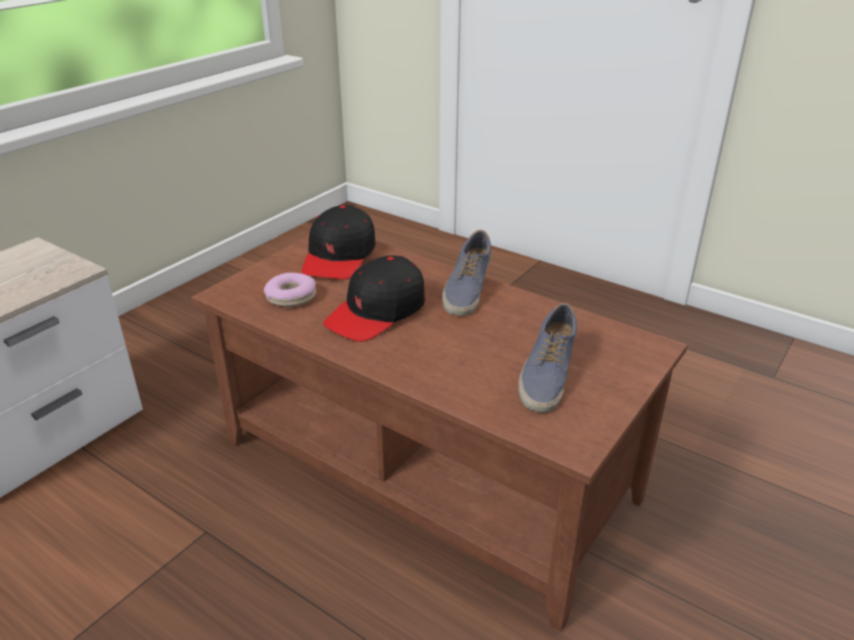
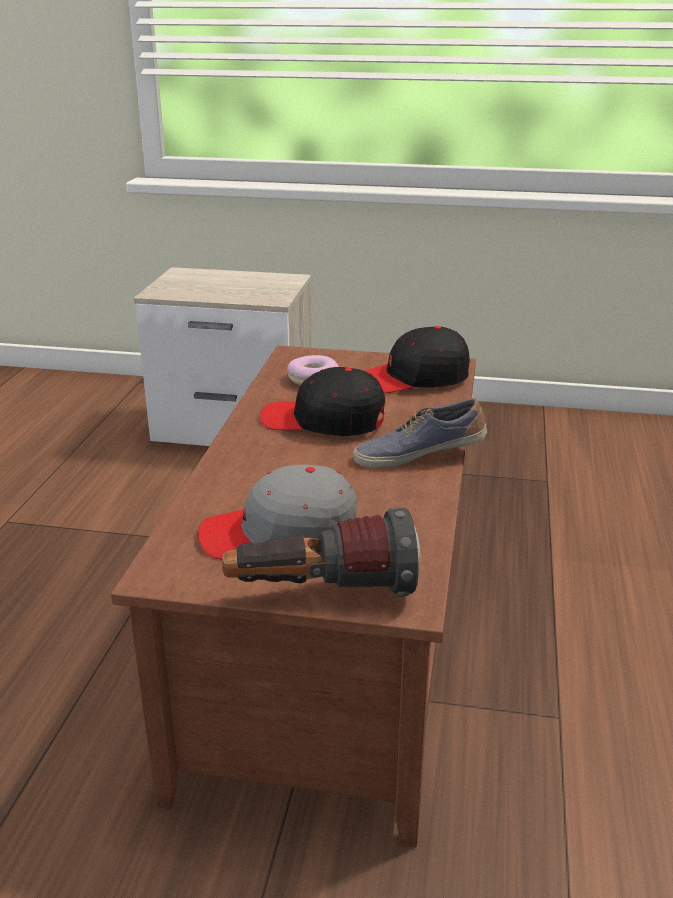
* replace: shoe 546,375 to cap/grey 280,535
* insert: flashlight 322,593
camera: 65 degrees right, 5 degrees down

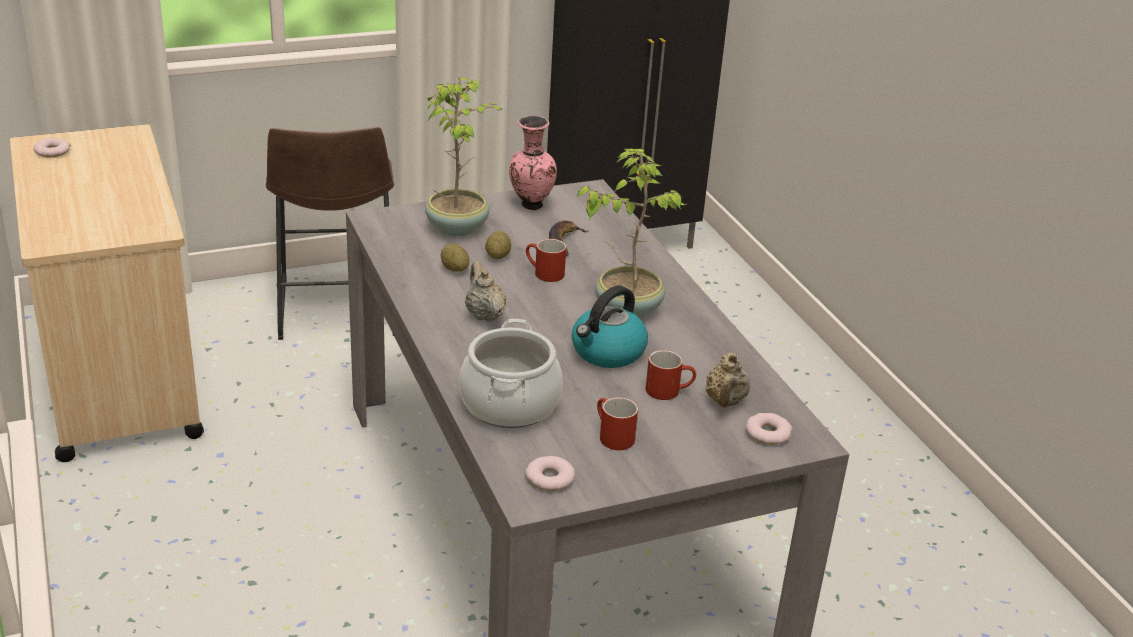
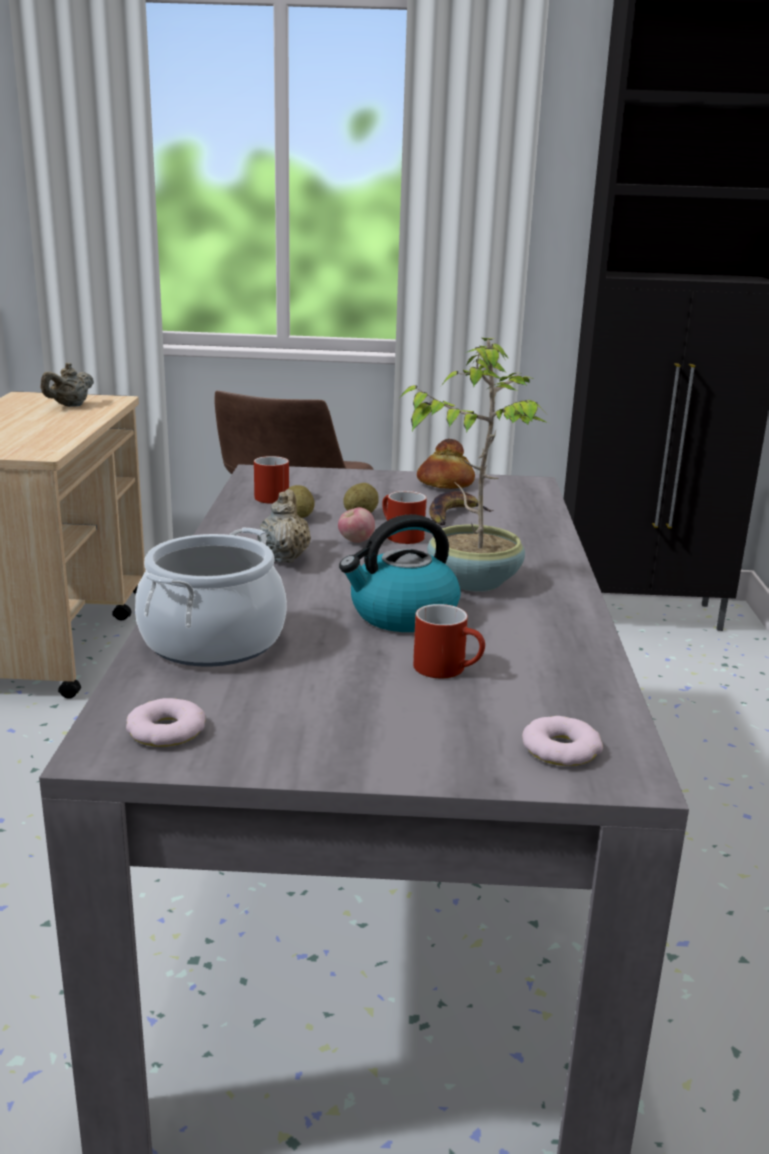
* delete: donut 52,151
* delete: potted plant 458,227
* replace: vase/pink 530,205 to bread 445,484
* move: mug/red 611,436 to 269,496
* move: teapot/beige 725,402 to 70,406
* insert: apple 355,541
camera: 25 degrees right, 10 degrees down

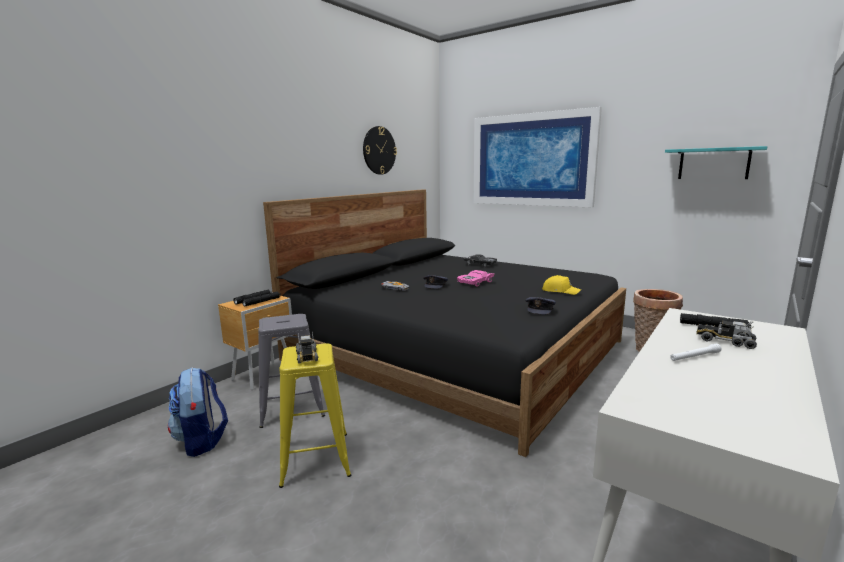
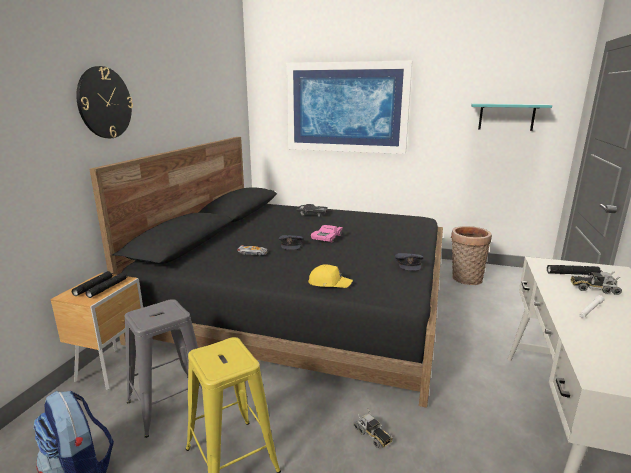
* move: toy truck 307,356 to 372,435
* move: wall clock 379,150 to 104,103
* move: cap/yellow 560,291 to 329,282
camera: 20 degrees left, 5 degrees up

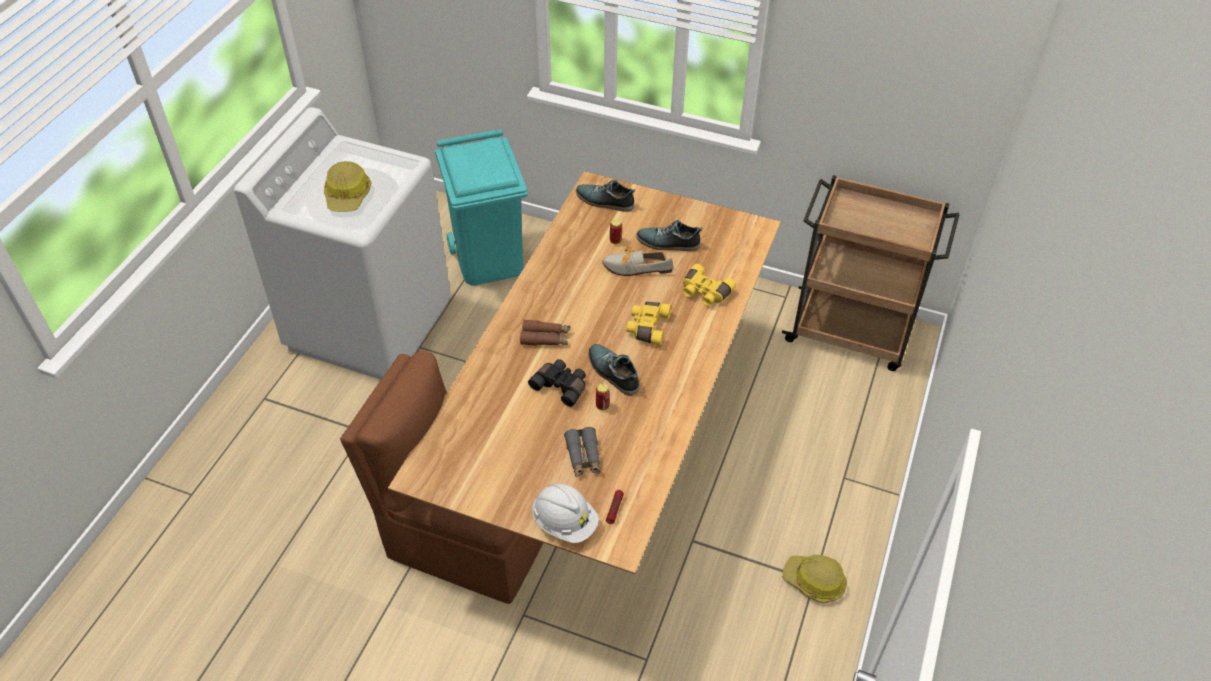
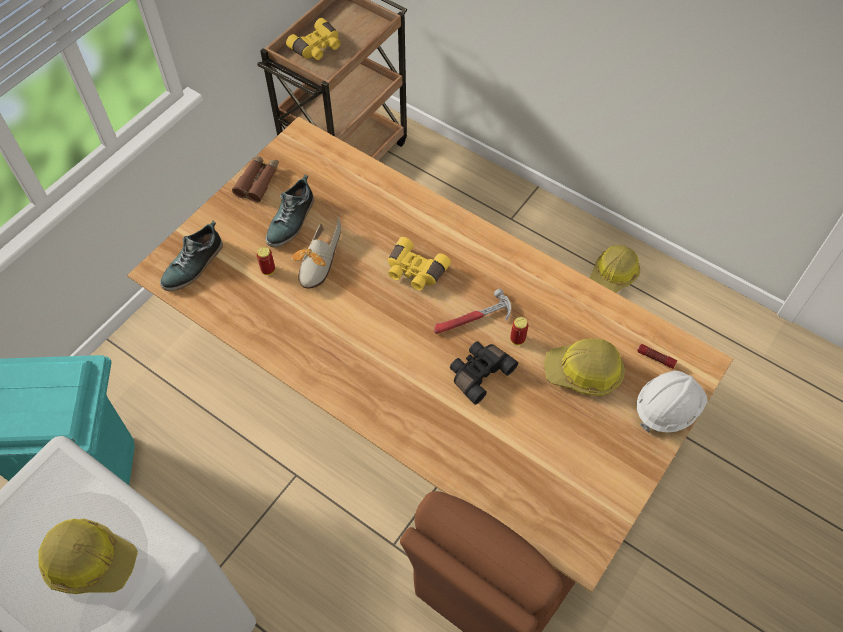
* move: binoculars/brown 545,338 to 258,181
* replace: binoculars/grey 583,457 to hard hat 584,372
* replace: shoe 612,372 to hammer 472,319
* move: binoculars/yellow 704,292 to 317,48
camera: 75 degrees left, 10 degrees up

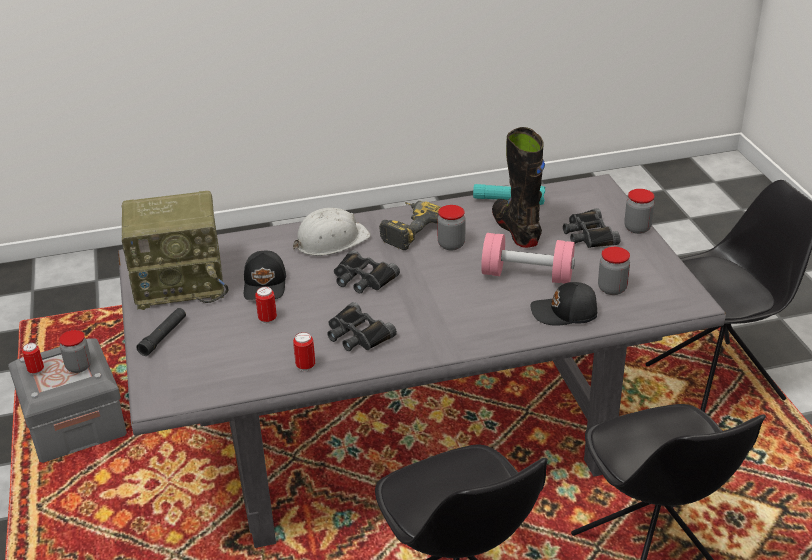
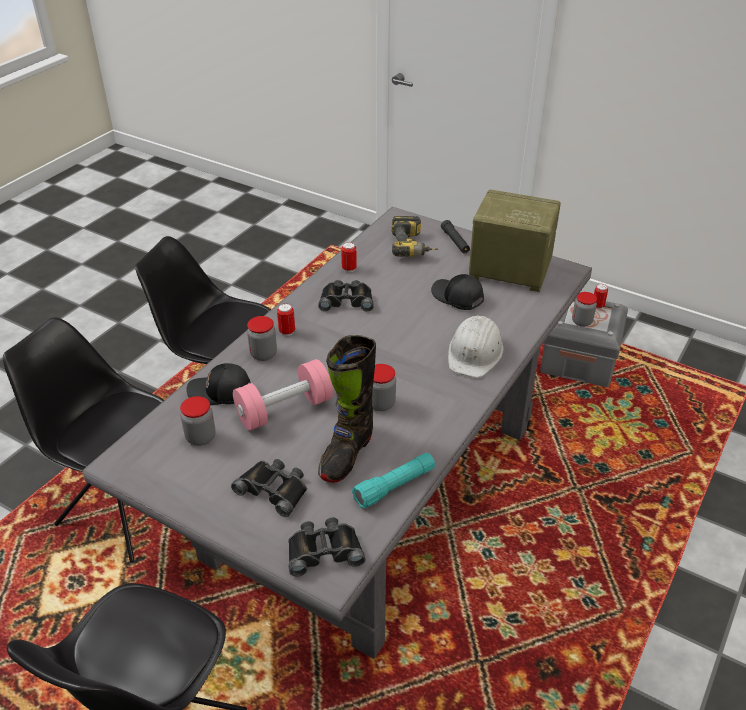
* rotate: radio 181,283 = 508,270 75 degrees clockwise
* move: can 267,319 to 287,332
* move: binoculars/black 363,278 to 324,550
* move: power drill 409,230 to 413,247
* rotate: boot/black 516,230 = 346,454 90 degrees clockwise
* rotate: cap/black 565,313 = 220,392 135 degrees counterclockwise
* move: jar 637,228 to 263,354
camera: 135 degrees right, 5 degrees up

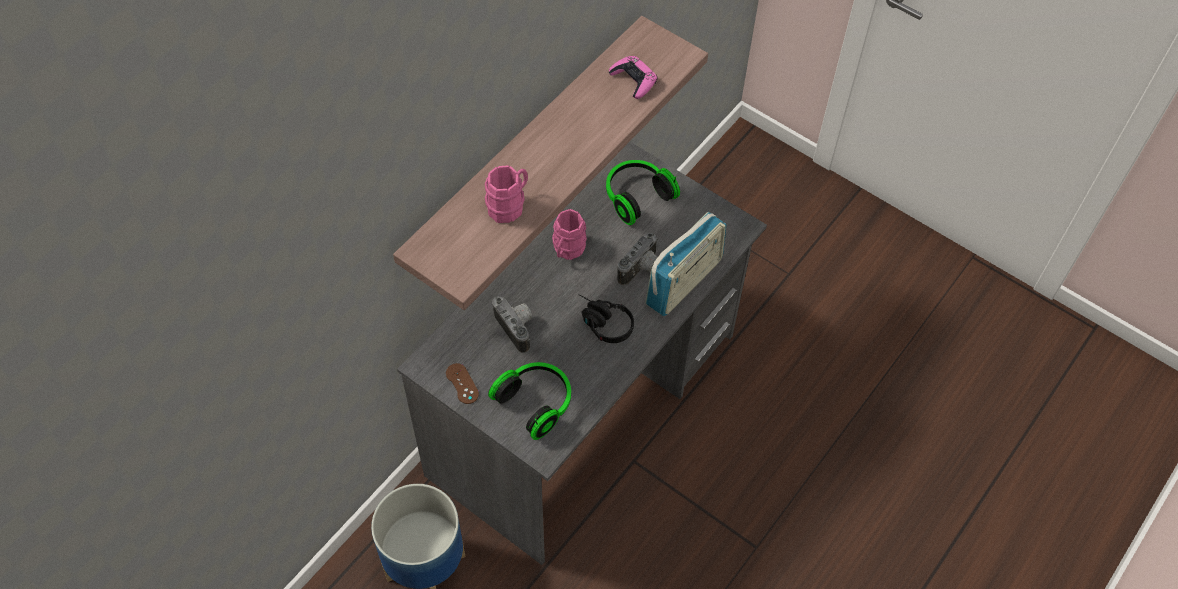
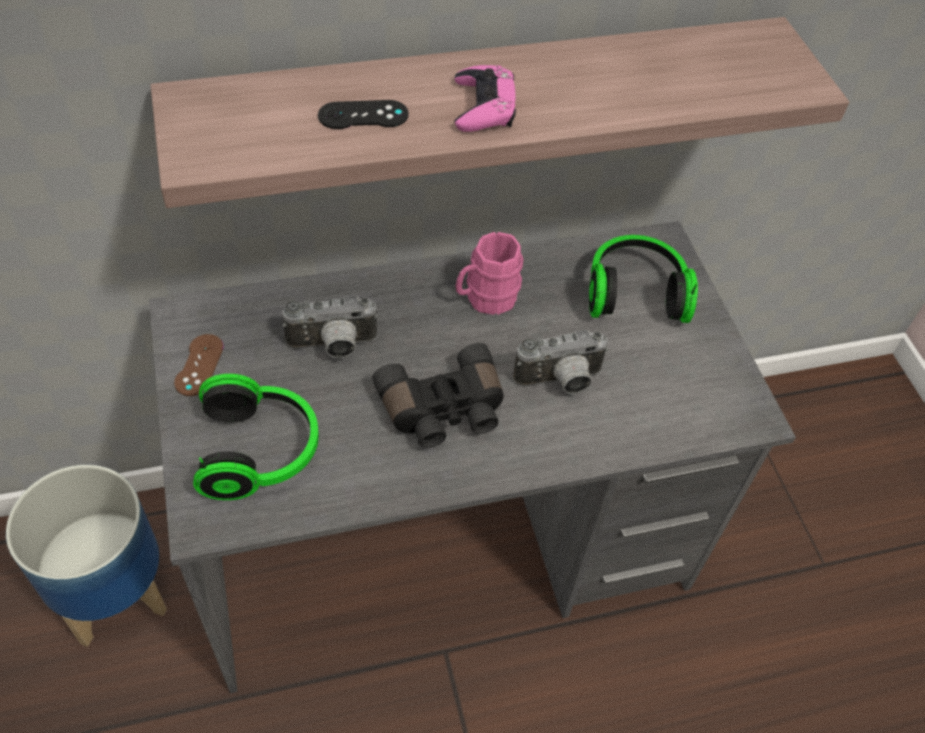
* replace: mug/pink 509,205 to game controller/black 363,115
* rotate: photo camera 518,328 = 333,347 75 degrees clockwise
* replace: headphones/black 601,323 to binoculars/black 444,410
* move: game controller/pink 633,80 to 483,107
* delete: radio 684,281
camera: 35 degrees right, 5 degrees down

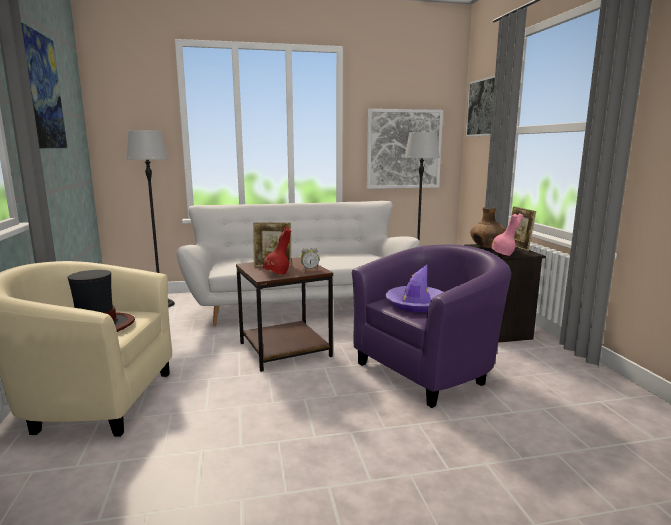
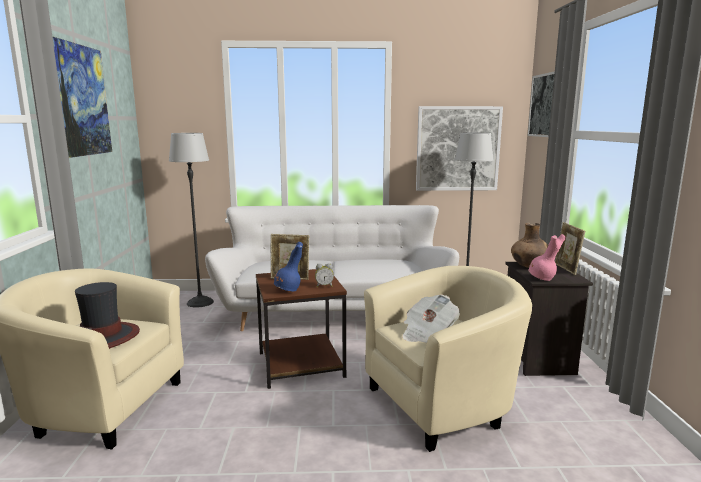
* recolor: vase/red 277,274 to vase/blue 288,290
* recolor: armchair/purple 429,370 to armchair/beige 443,403
* replace: hat/purple 416,304 to newspaper 427,333
camera: 10 degrees right, 0 degrees up

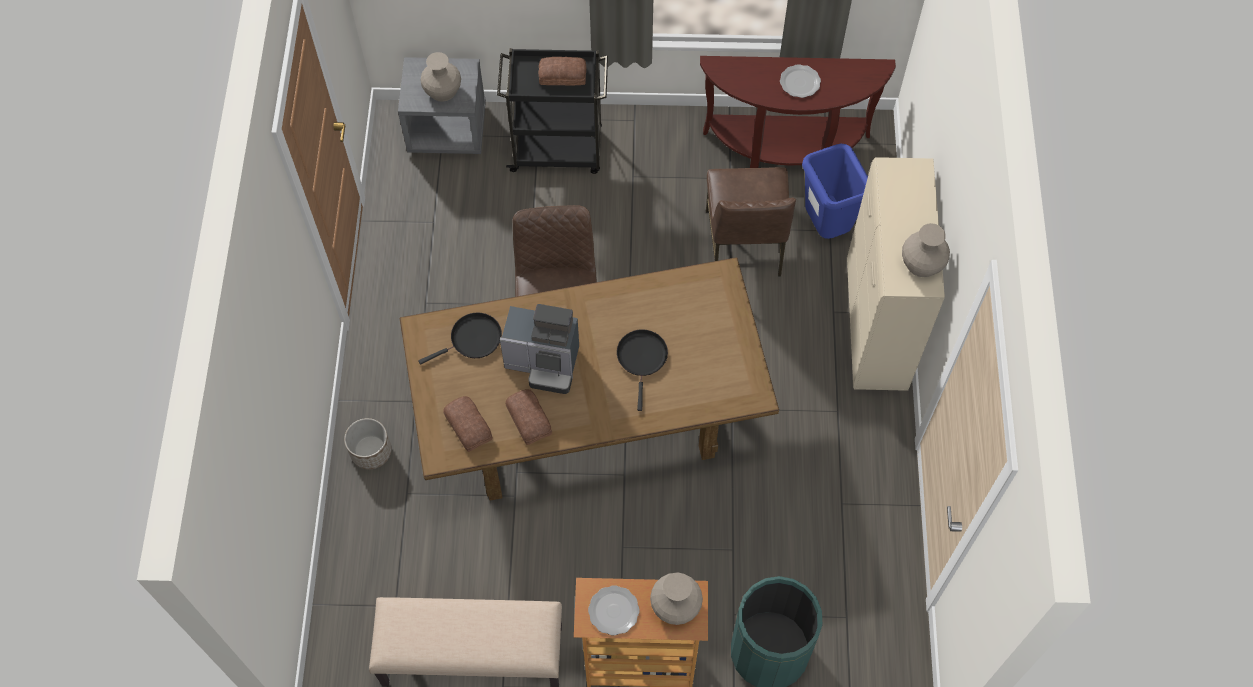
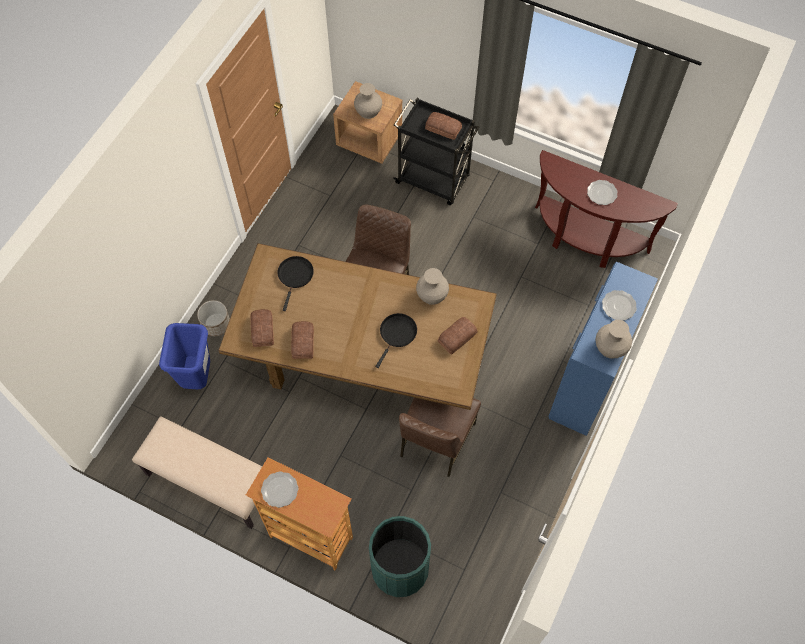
* recolor: nightstand/grey 447,129 to nightstand/brown 370,140
* rotate: frying pan/black 473,339 = 295,276 75 degrees counterclockwise
* delete: coffee machine 544,363
* move: vase/beige 675,605 to 432,294
* move: chair/brown 744,244 to 436,440
* move: trash can/blue 826,227 to 197,378
* recolor: cabinet/beige 876,327 to cabinet/blue 586,384
* insert: bread 456,337
* insert: plate 618,306
camera: 25 degrees right, 0 degrees up

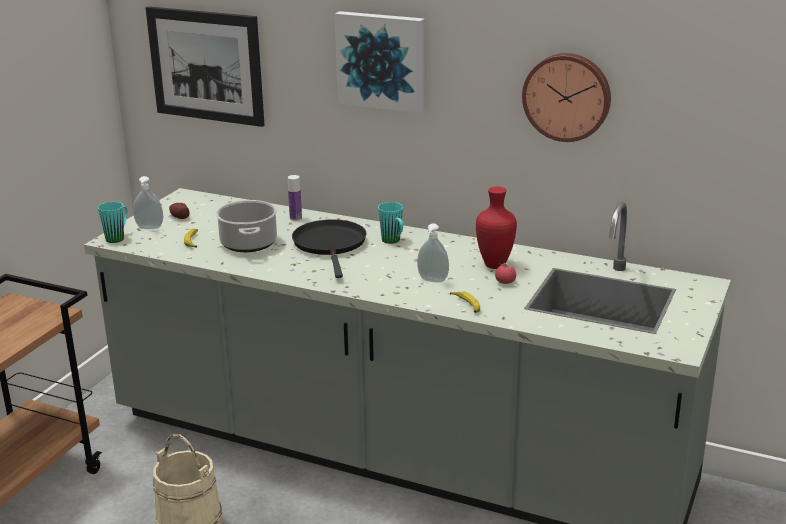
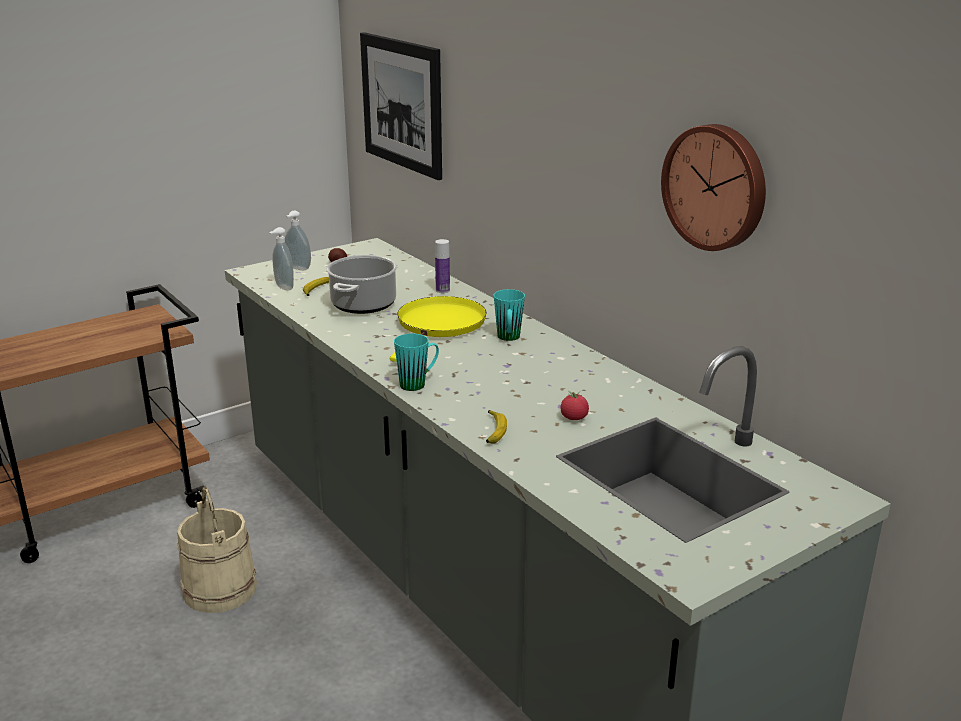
* move: mug/turquoise 118,237 to 418,383
* recolor: frying pan/black 330,245 to frying pan/yellow 439,325
* delete: picture 382,61
* move: soap dispenser 432,281 to 283,288
* delete: vase/red 495,266
camera: 30 degrees right, 0 degrees up

